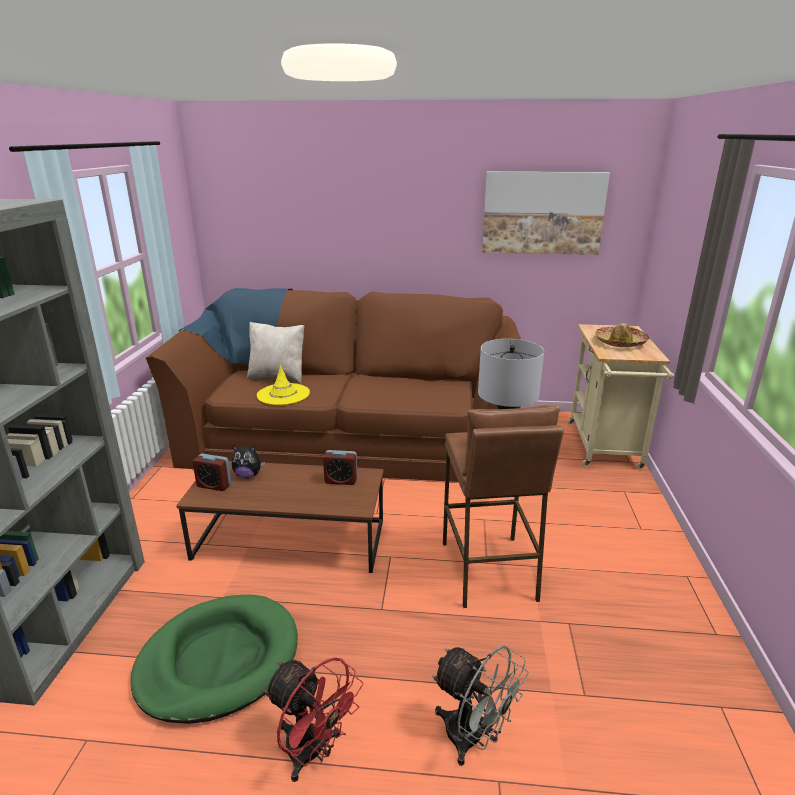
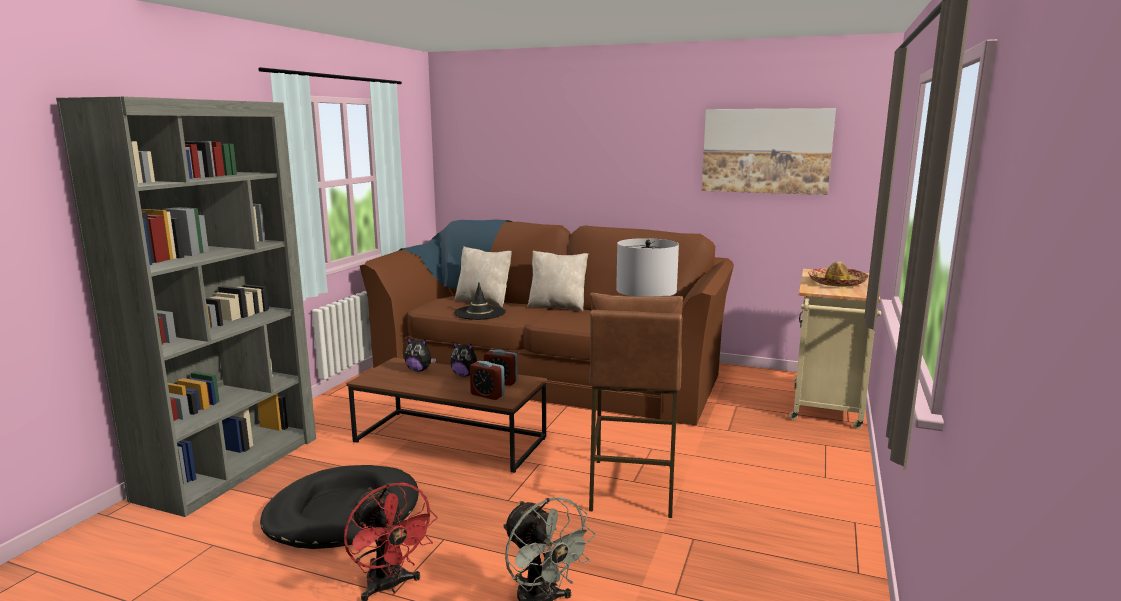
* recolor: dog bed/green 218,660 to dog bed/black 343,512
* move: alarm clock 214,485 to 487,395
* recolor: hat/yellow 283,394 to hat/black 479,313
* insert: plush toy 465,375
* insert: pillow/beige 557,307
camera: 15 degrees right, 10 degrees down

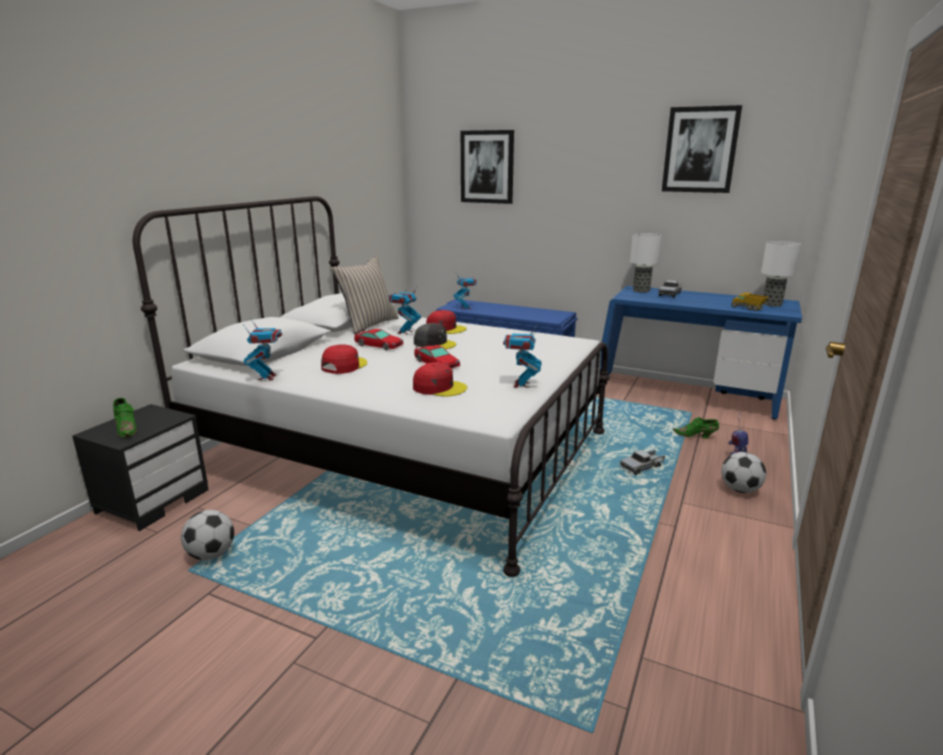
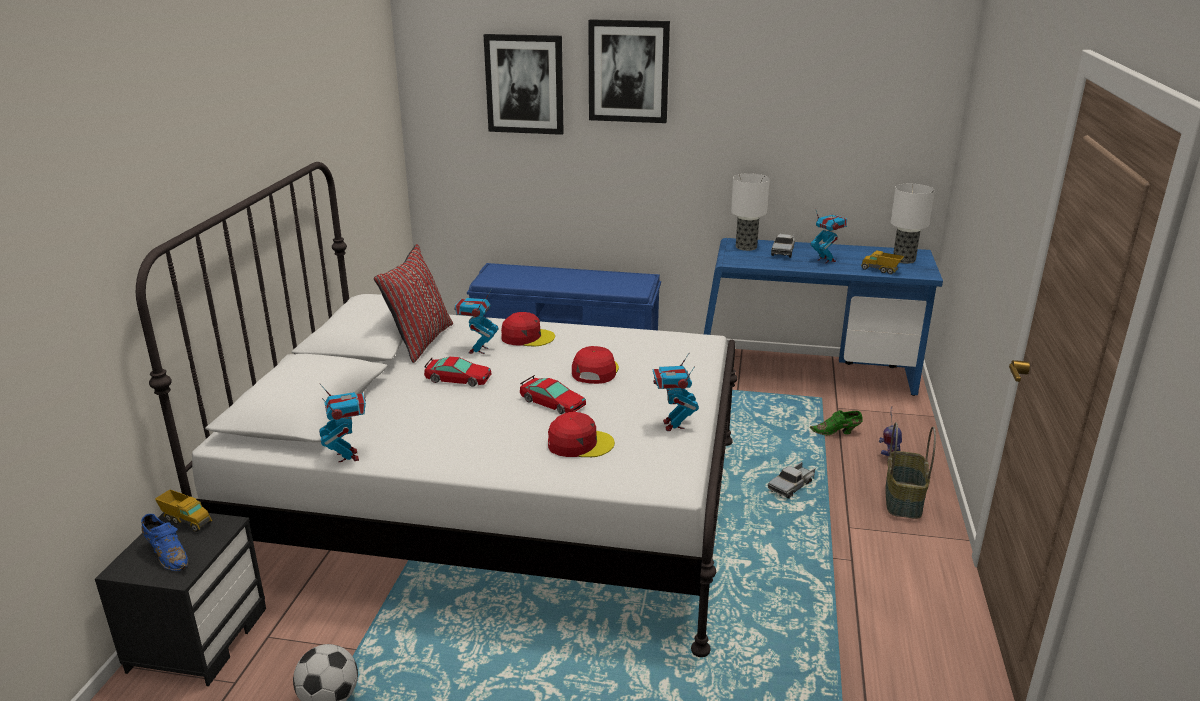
* recolor: shoe/green 127,429 to shoe/blue 168,555
* move: cap/red 344,366 to 595,371
* recolor: pillow/beige 368,325 to pillow/red 419,341
* delete: cap/grey 434,343
* move: toy robot 465,308 to 825,260
* move: picture 700,150 to 628,71
* replace: football 740,490 to basket 904,500
* insert: toy truck 186,521
camera: 15 degrees left, 5 degrees up

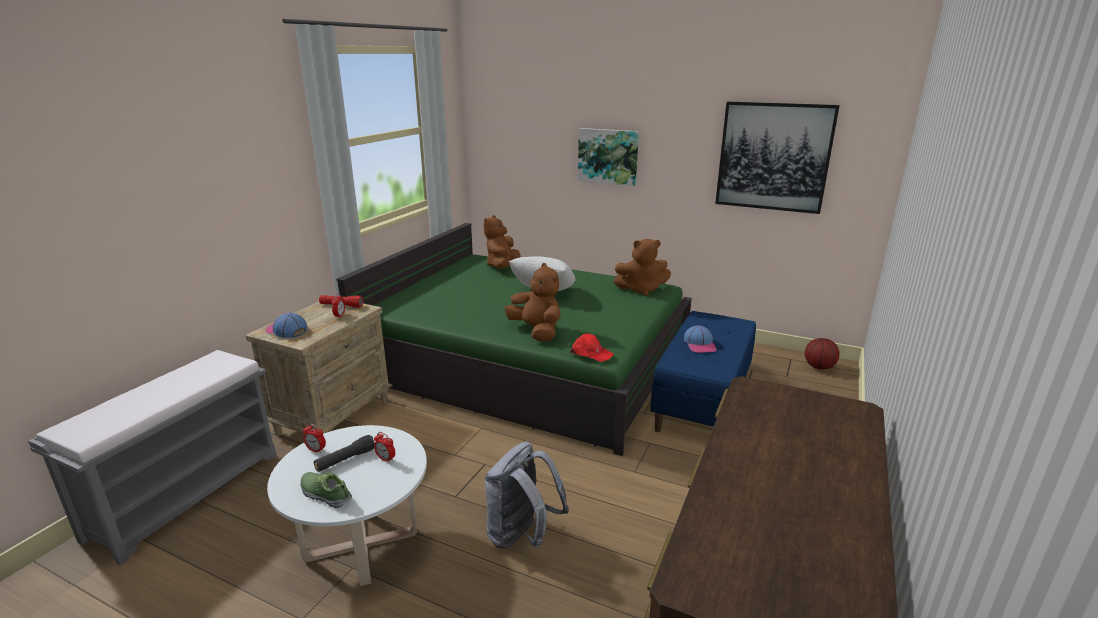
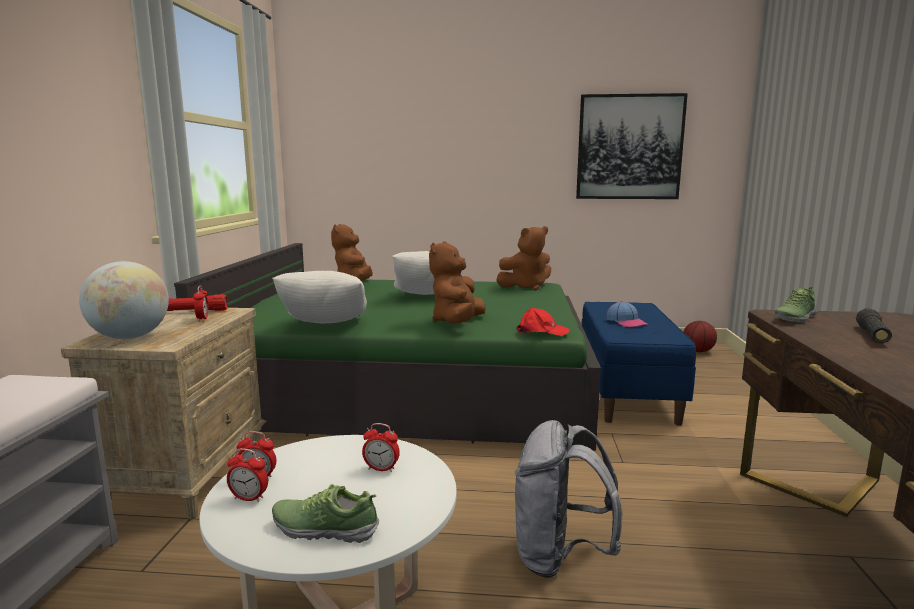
* replace: cap 286,330 to globe 130,337
* move: flashlight/black 345,460 to 872,336
* rotate: plush toy/brown 536,331 = 457,323 105 degrees counterclockwise
* delete: picture 608,156
* insert: alarm clock 249,498
* insert: pillow/white 325,327
* insert: shoe 794,318
camera: 20 degrees left, 10 degrees down

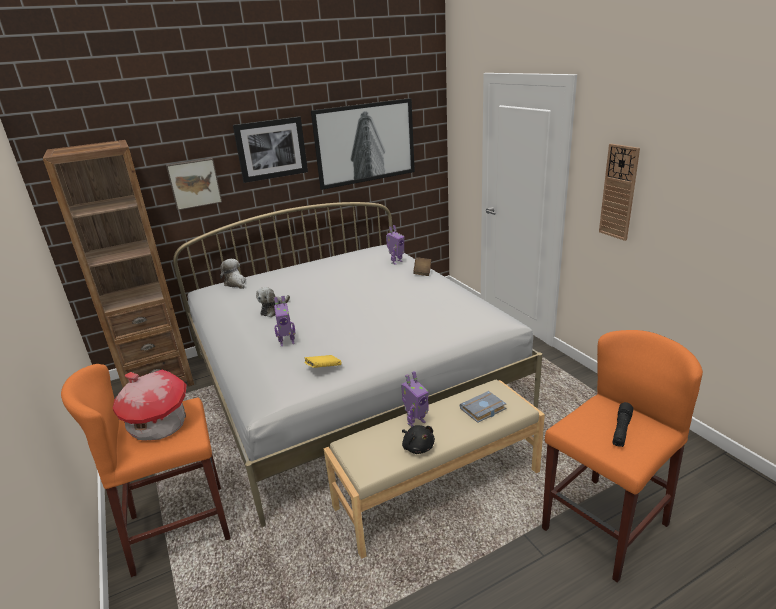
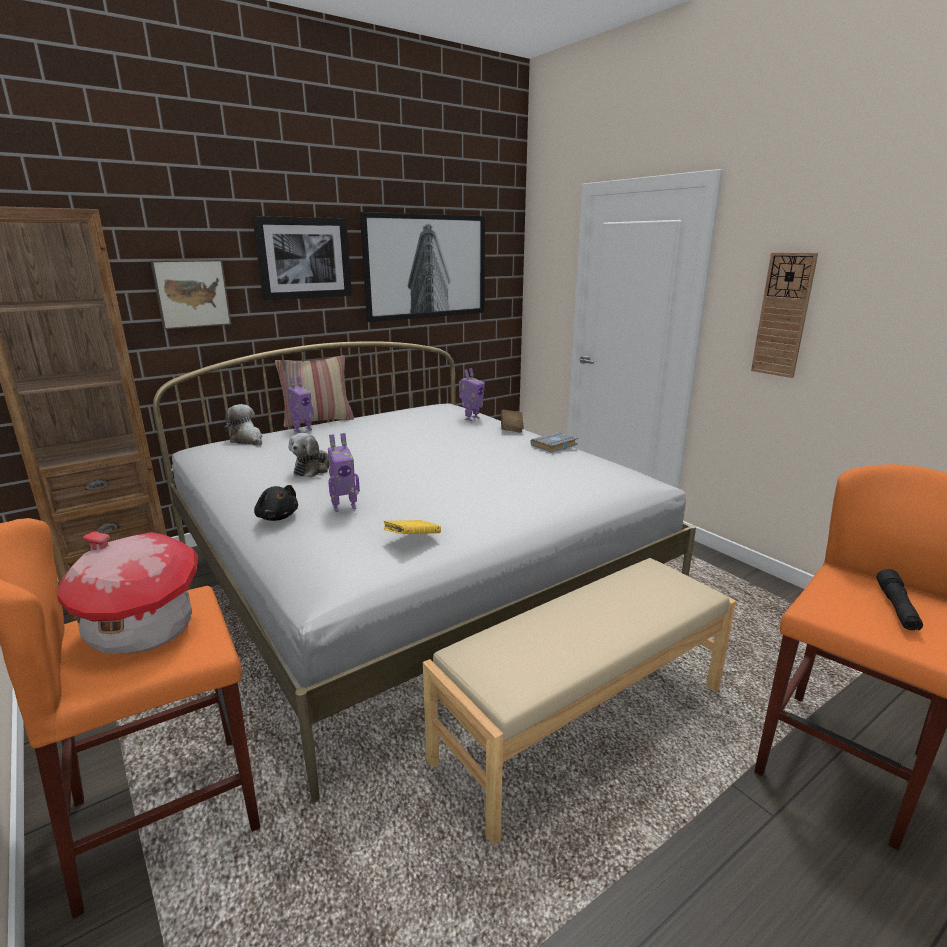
* move: toy robot 415,422 to 302,430
* move: plush toy/black 417,447 to 277,517
* move: book/grey 483,410 to 554,446
* insert: pillow 318,421
camera: 10 degrees left, 5 degrees down

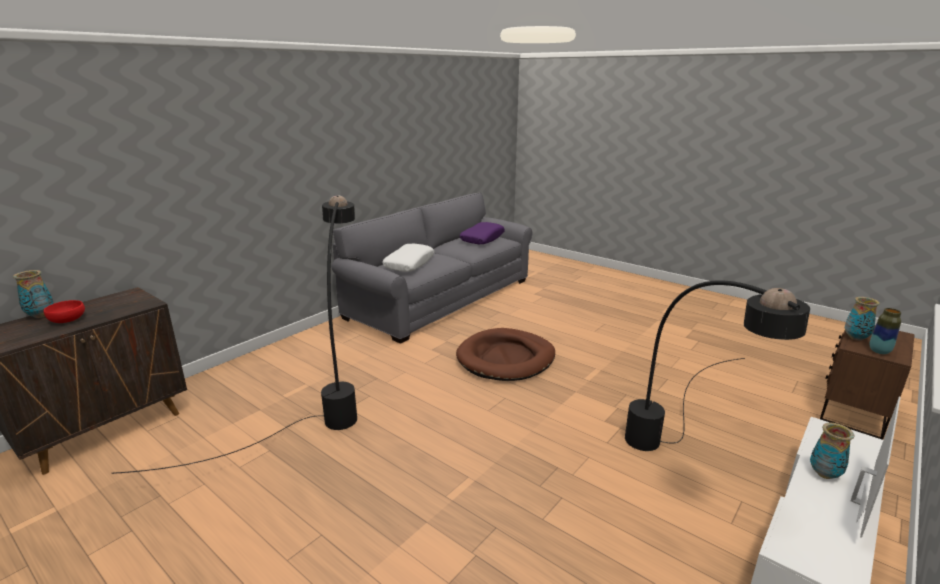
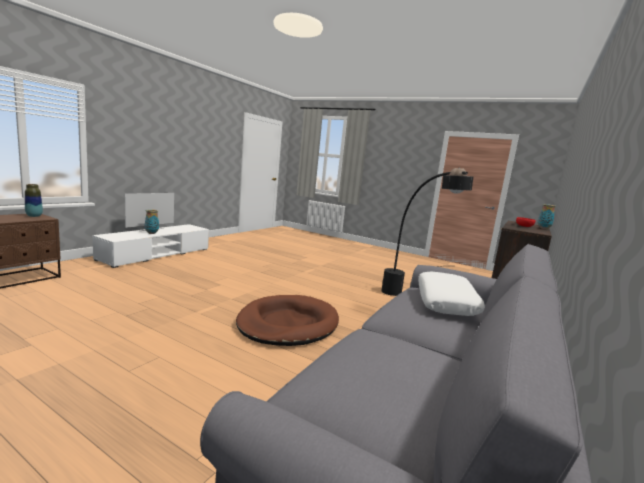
* delete: pillow/purple 482,239
* delete: floor lamp/black 683,464
* delete: vase 855,338
camera: 170 degrees right, 10 degrees down

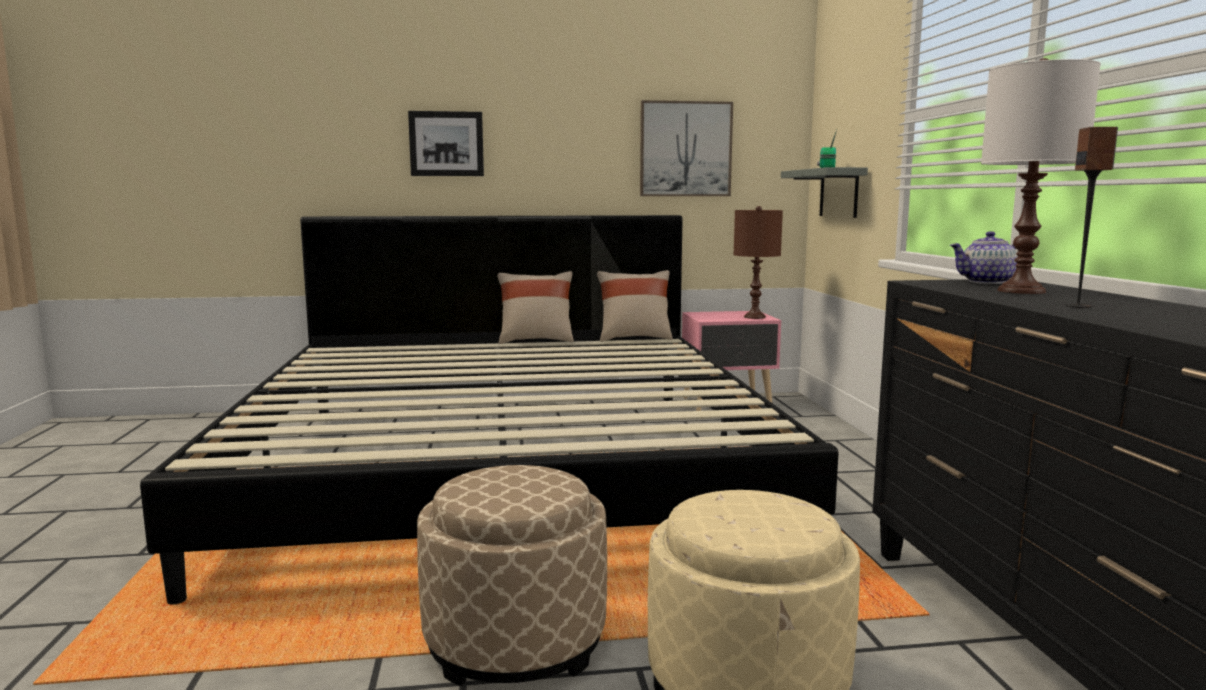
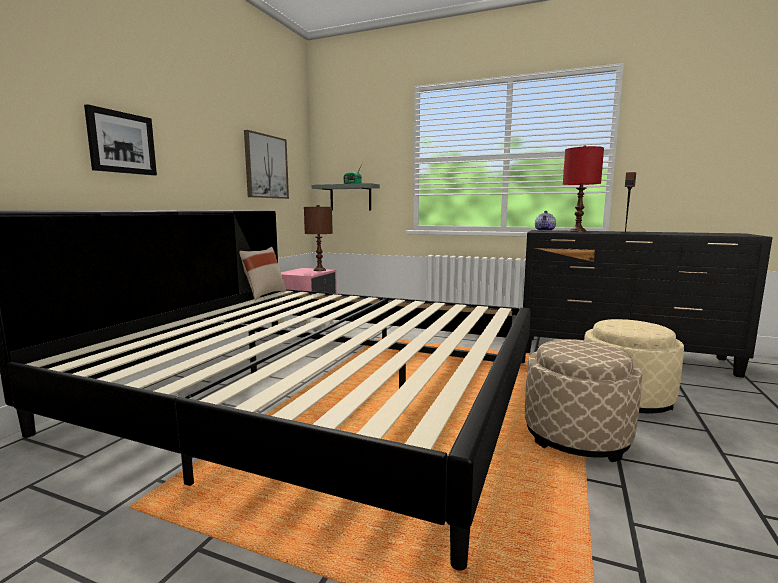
* delete: pillow/beige 535,340
* recolor: table lamp/white 1021,291 to table lamp/red 578,231
camera: 60 degrees left, 0 degrees up

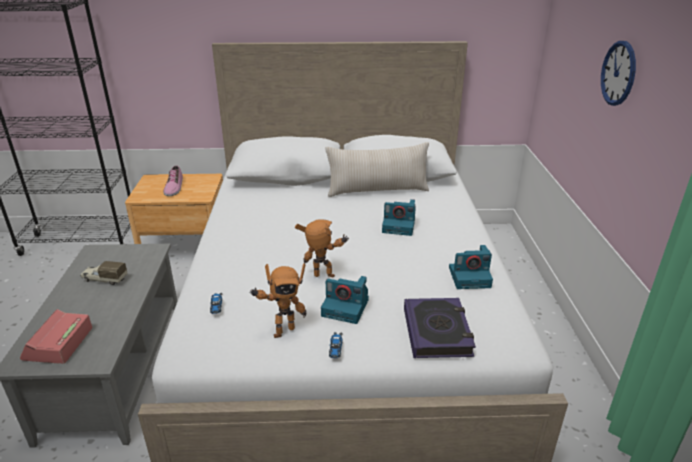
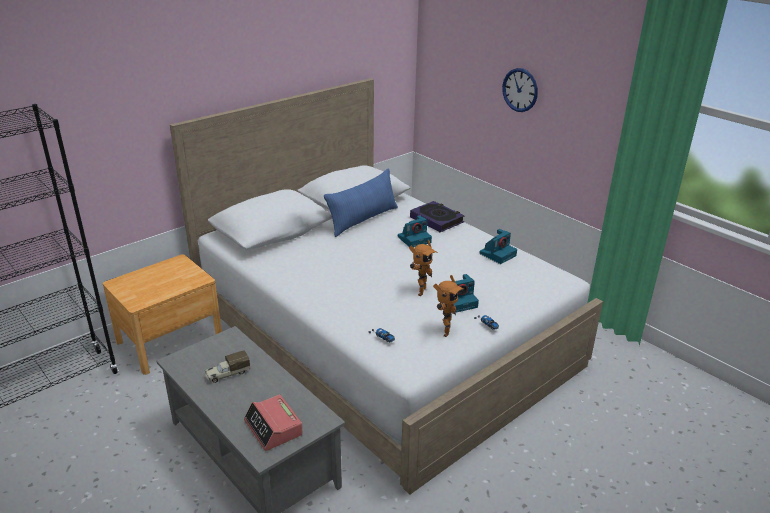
* delete: shoe 173,187
* rotate: toy robot 324,278 = 419,291 150 degrees clockwise
* recolor: pillow/beige 377,190 to pillow/blue 363,220
* move: book 437,332 to 436,220
camera: 40 degrees left, 0 degrees up

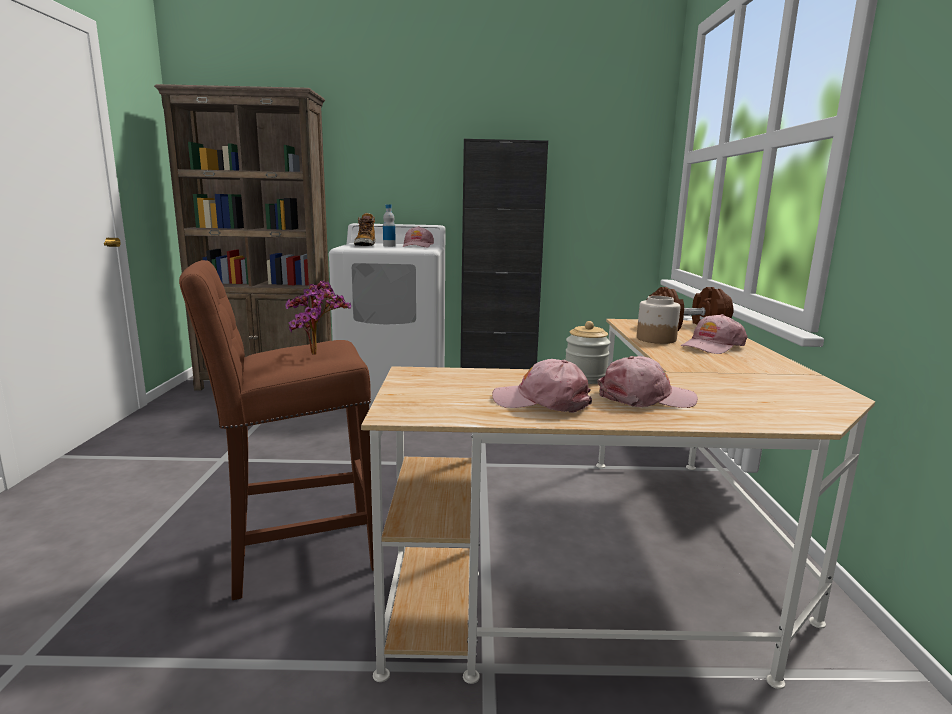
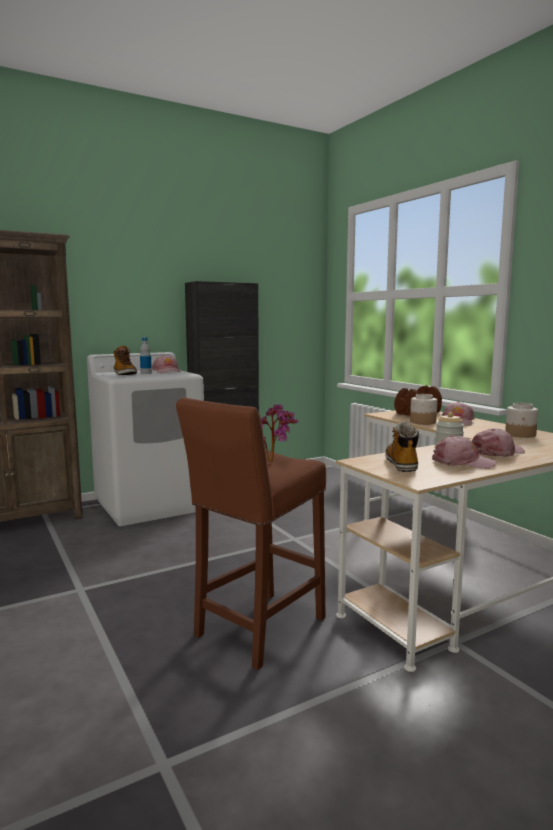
* rotate: cap/pink 542,401 = 462,462 150 degrees counterclockwise
* insert: boot 402,464
* insert: jar 520,434
camera: 30 degrees left, 5 degrees down

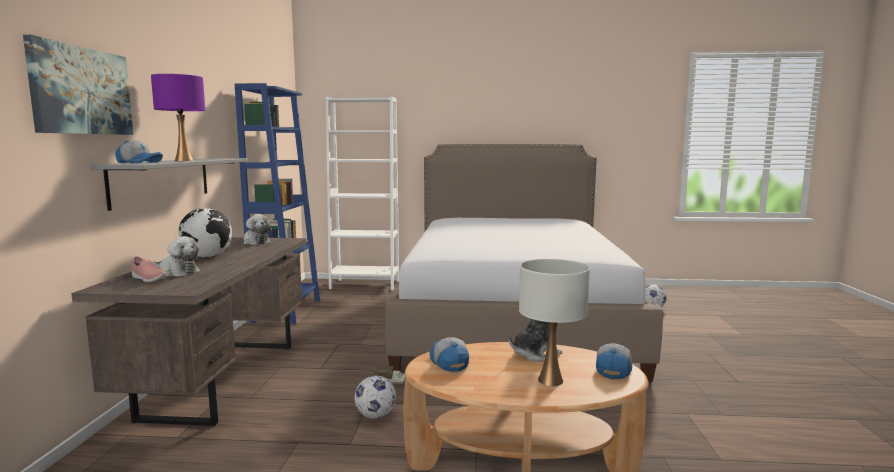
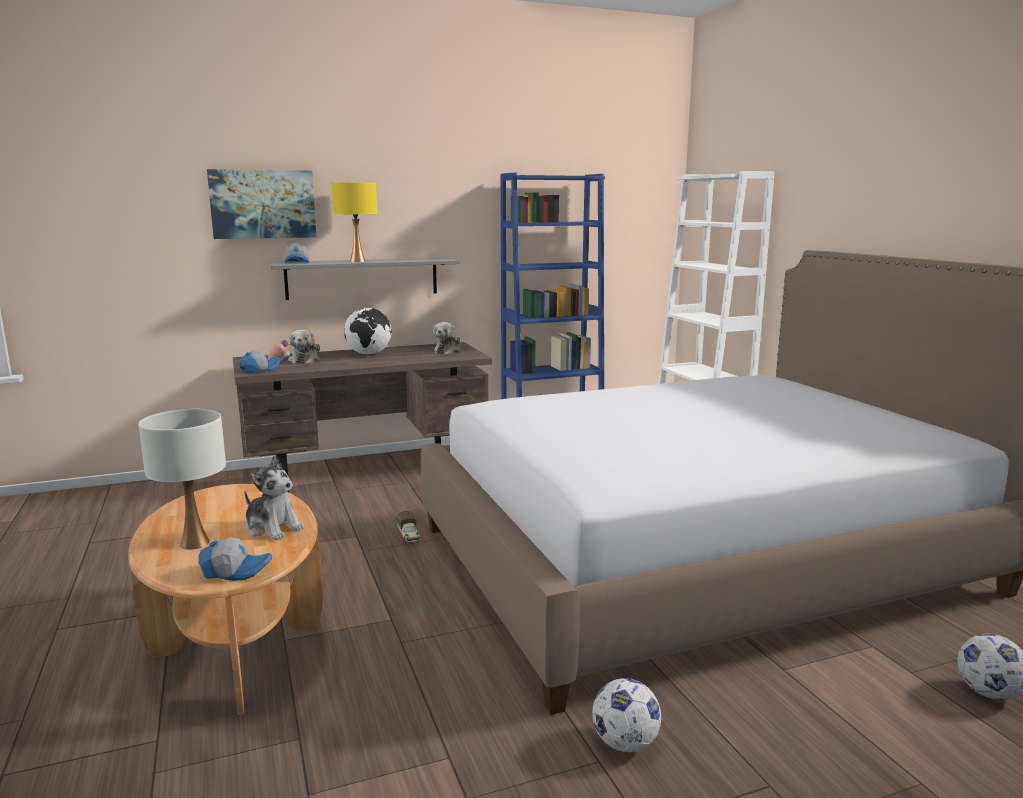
* recolor: table lamp/purple 184,160 to table lamp/yellow 357,261
* move: football 375,415 to 625,743
* move: cap 448,362 to 259,369
camera: 65 degrees right, 5 degrees up

